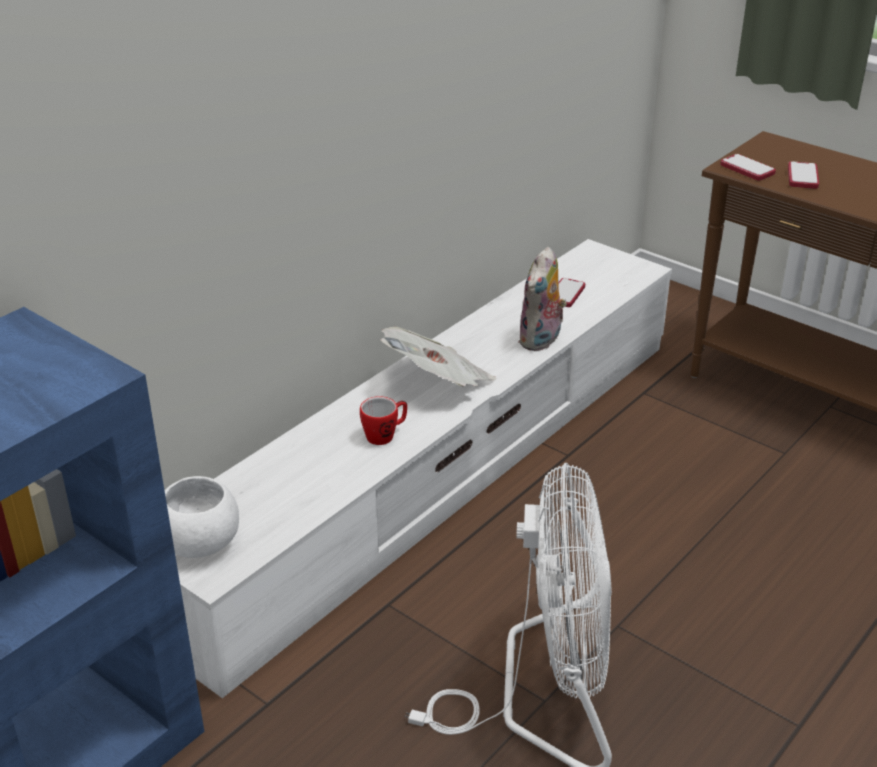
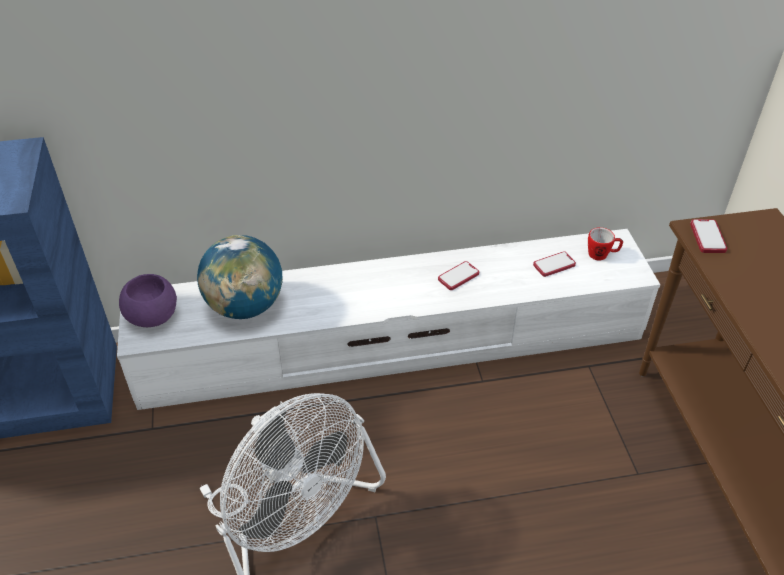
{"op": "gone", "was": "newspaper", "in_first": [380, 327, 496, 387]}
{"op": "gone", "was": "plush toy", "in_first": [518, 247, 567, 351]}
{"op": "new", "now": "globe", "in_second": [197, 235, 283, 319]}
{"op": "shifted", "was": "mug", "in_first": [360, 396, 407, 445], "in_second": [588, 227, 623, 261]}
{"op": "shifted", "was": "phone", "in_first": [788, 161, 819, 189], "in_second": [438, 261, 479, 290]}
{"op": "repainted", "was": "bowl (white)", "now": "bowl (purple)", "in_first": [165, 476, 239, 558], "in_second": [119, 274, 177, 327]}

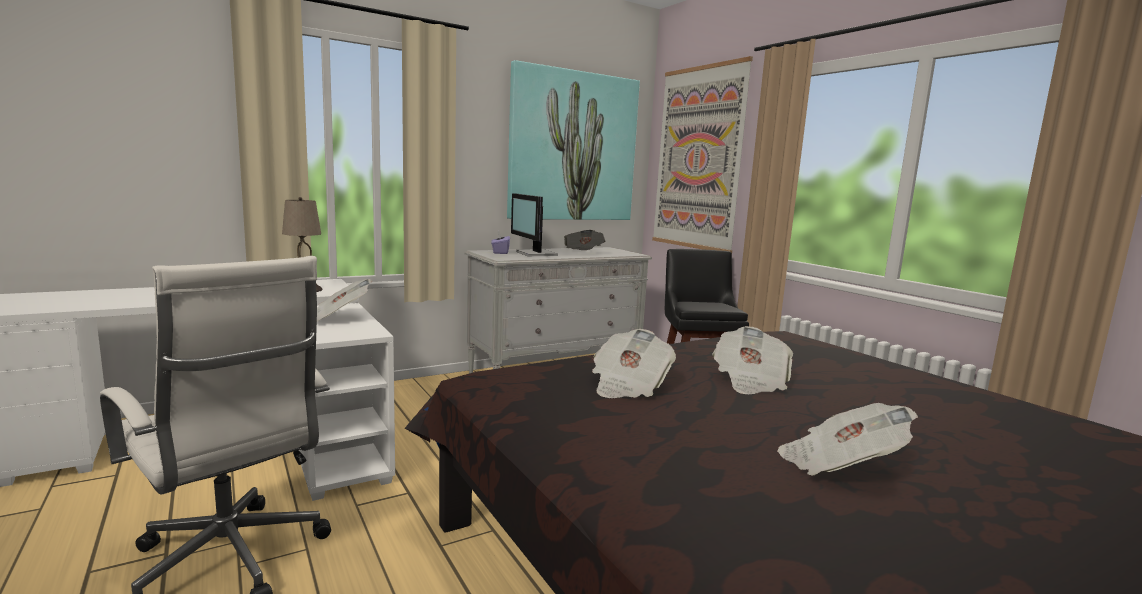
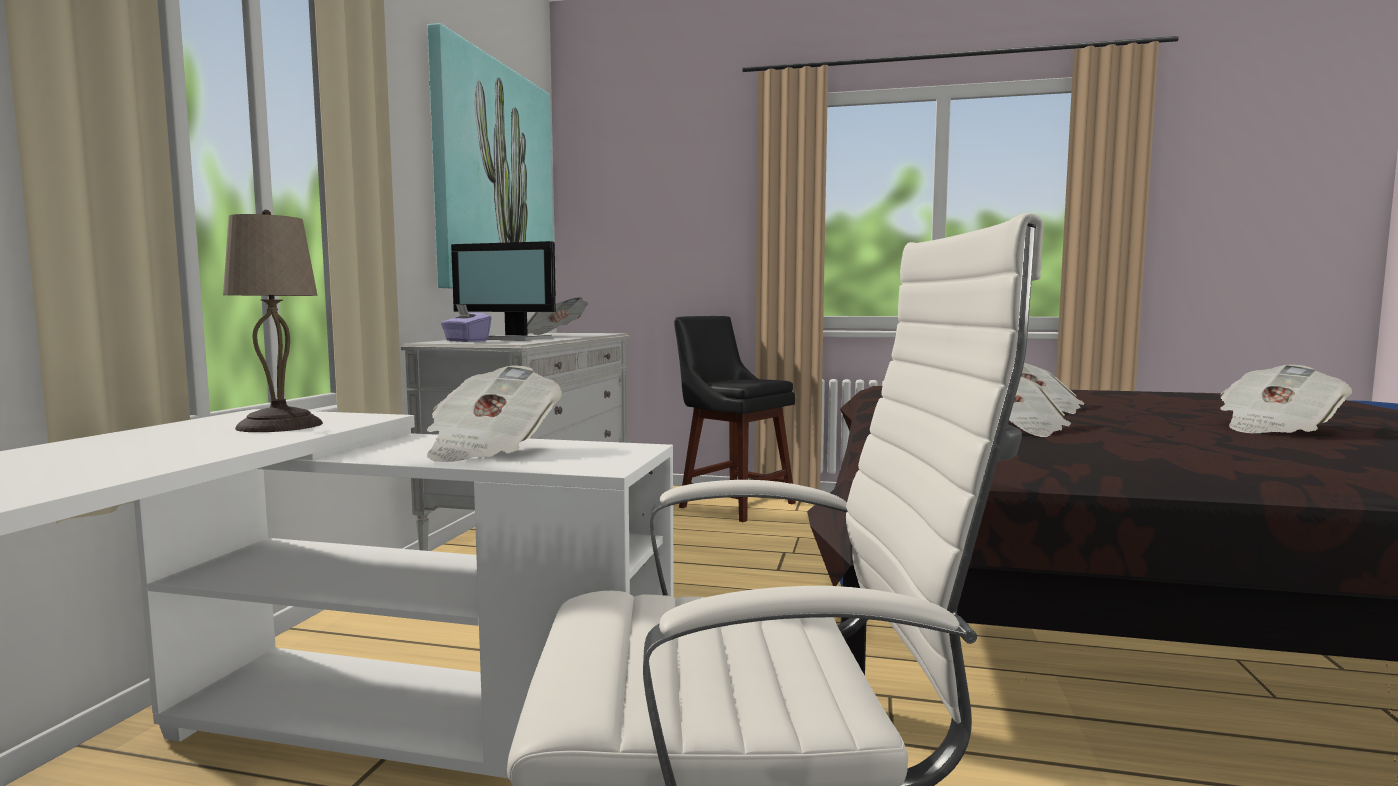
{"op": "gone", "was": "picture", "in_first": [652, 56, 753, 253]}

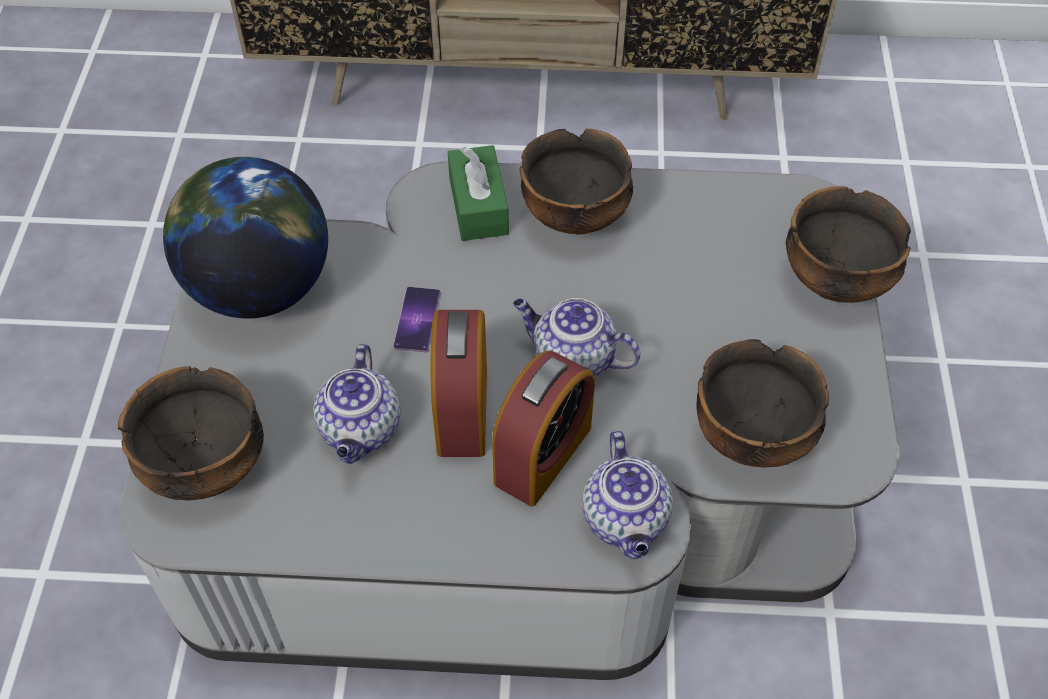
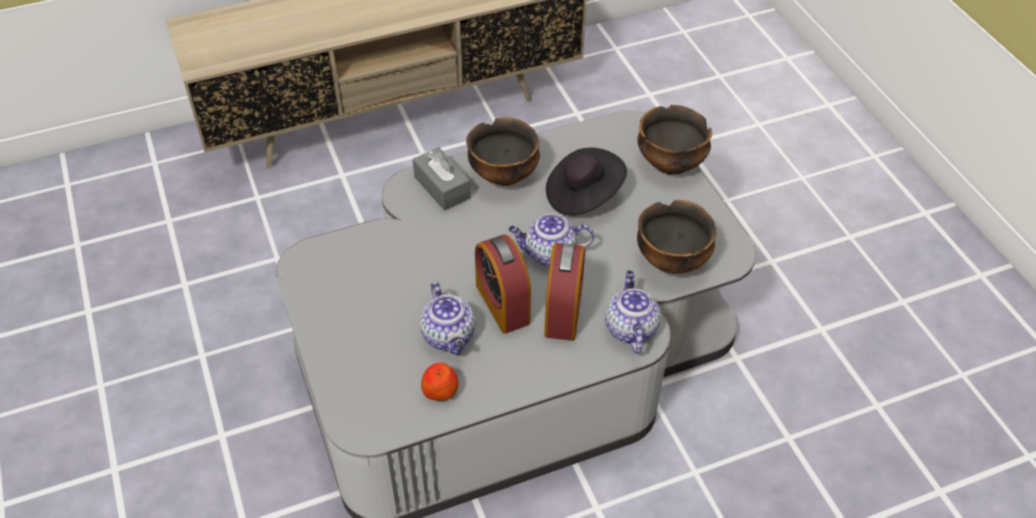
{"op": "gone", "was": "bowl", "in_first": [118, 366, 264, 500]}
{"op": "gone", "was": "globe", "in_first": [163, 157, 328, 319]}
{"op": "gone", "was": "phone", "in_first": [393, 287, 441, 352]}
{"op": "new", "now": "apple", "in_second": [421, 363, 459, 401]}
{"op": "new", "now": "hat (black)", "in_second": [546, 148, 627, 216]}
{"op": "repainted", "was": "tissue box (green)", "now": "tissue box (grey)", "in_first": [448, 145, 509, 241], "in_second": [413, 147, 471, 211]}
{"op": "rotated", "was": "teapot", "in_first": [582, 430, 673, 559], "in_second": [605, 270, 661, 353], "clockwise": -150}

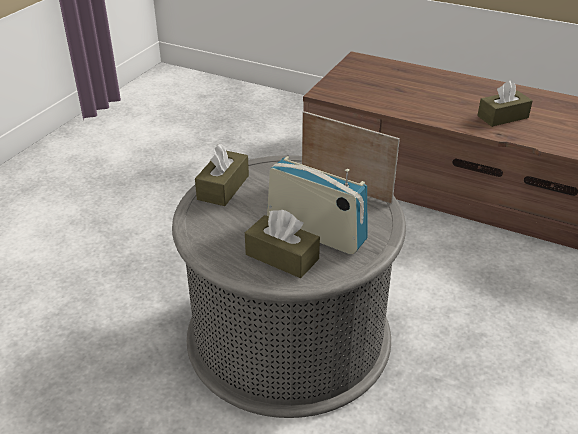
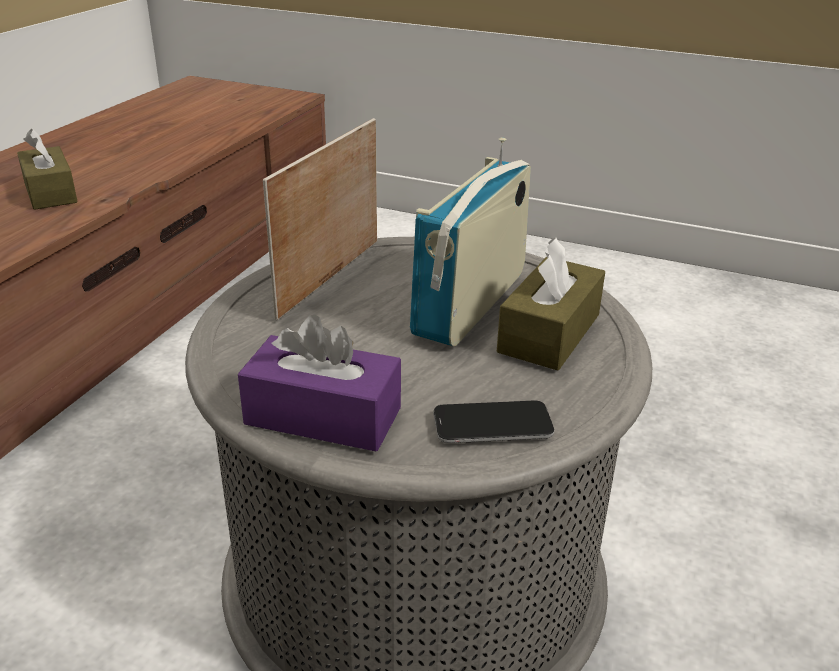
{"op": "new", "now": "phone", "in_second": [433, 401, 554, 443]}
{"op": "repainted", "was": "tissue box (brown)", "now": "tissue box (purple)", "in_first": [195, 144, 249, 206], "in_second": [238, 315, 401, 452]}

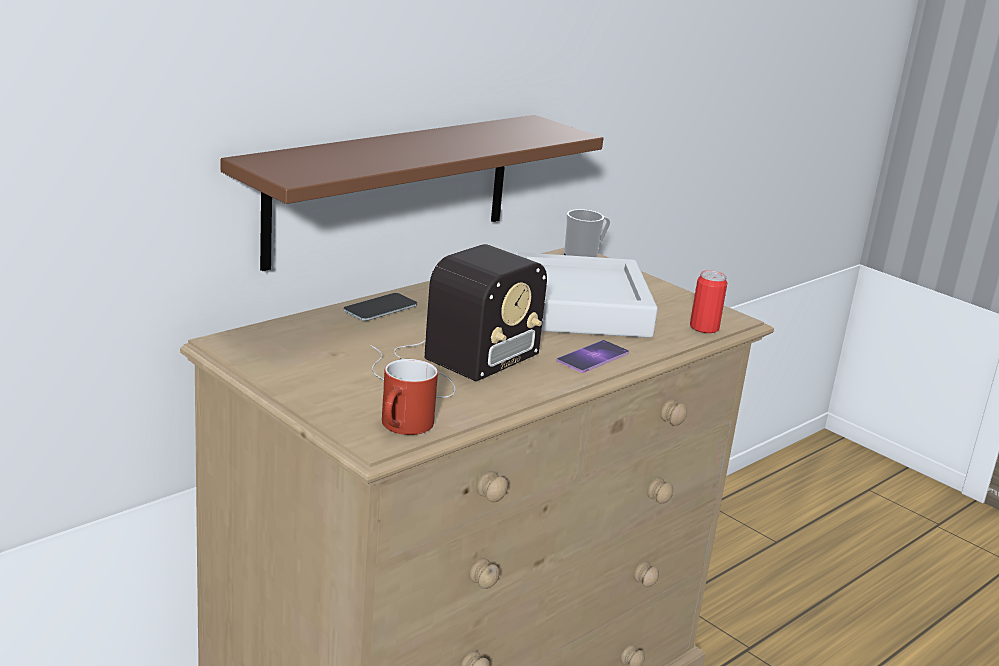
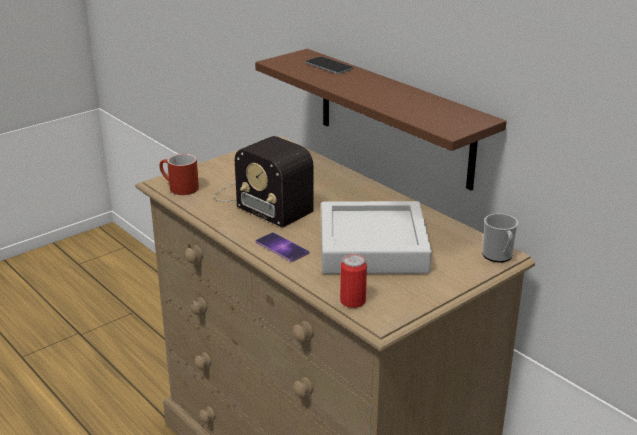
{"op": "shifted", "was": "phone", "in_first": [344, 293, 417, 321], "in_second": [306, 57, 353, 74]}

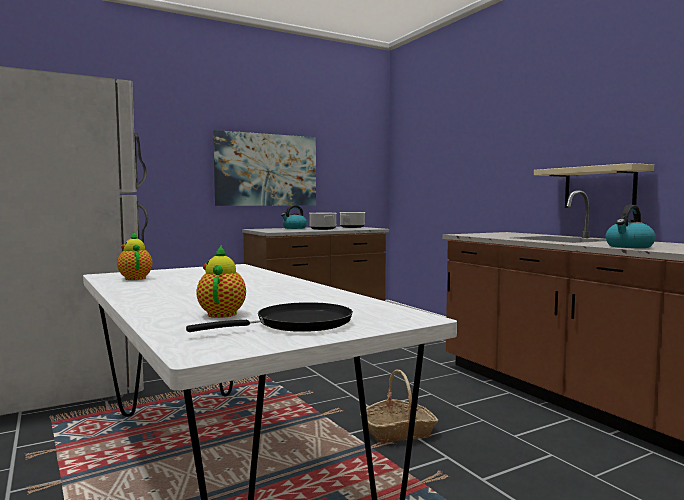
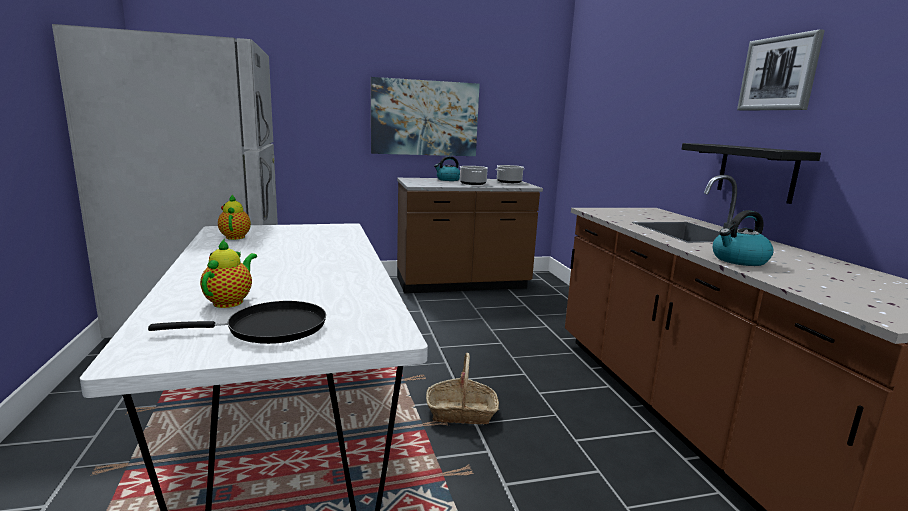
{"op": "new", "now": "picture", "in_second": [737, 29, 825, 111]}
{"op": "repainted", "was": "shelf (beige)", "now": "shelf (black)", "in_first": [534, 163, 654, 207], "in_second": [682, 143, 821, 204]}

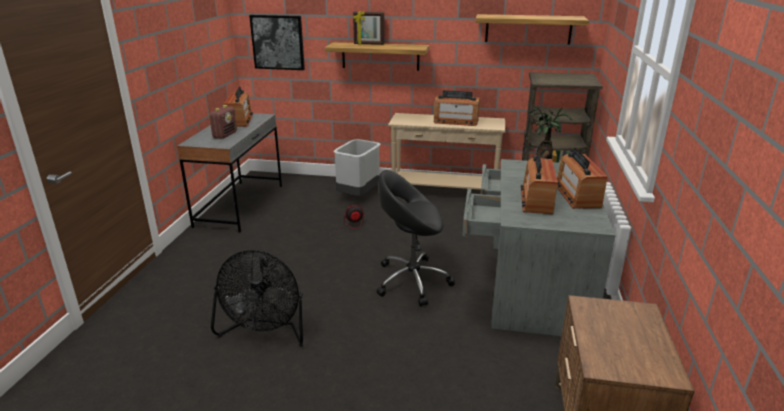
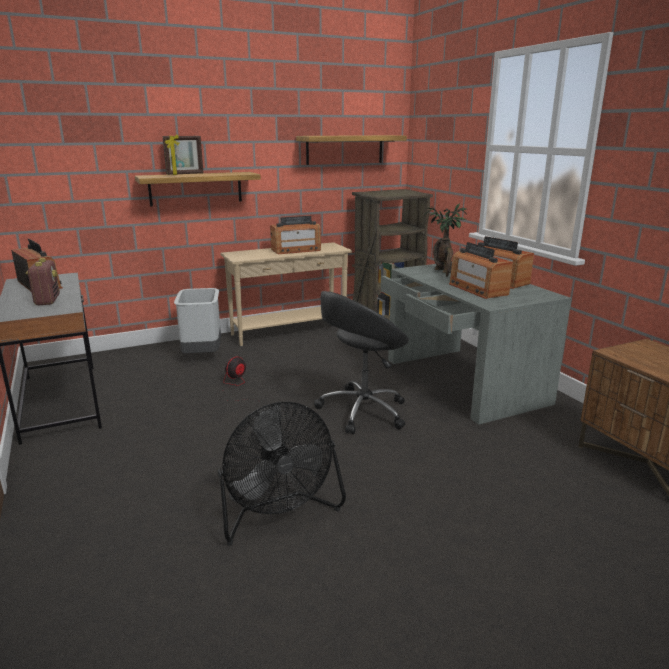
{"op": "gone", "was": "picture", "in_first": [249, 15, 305, 70]}

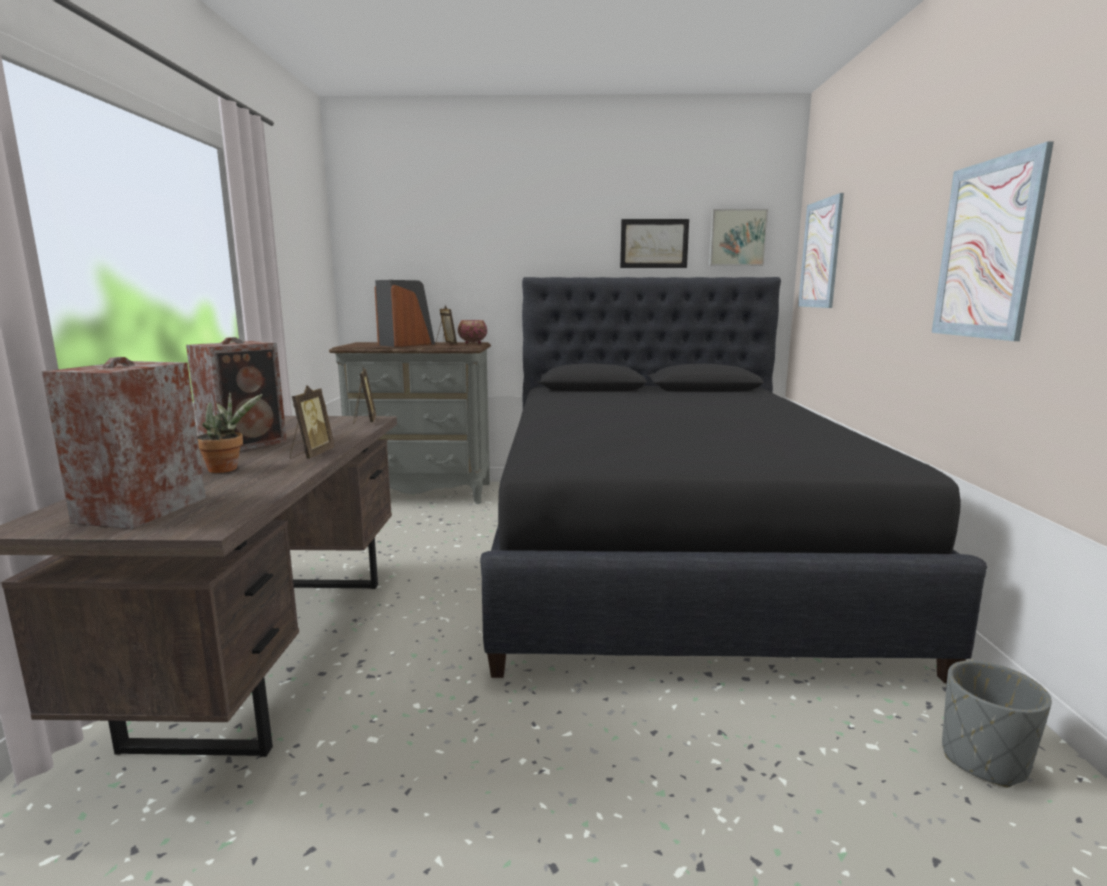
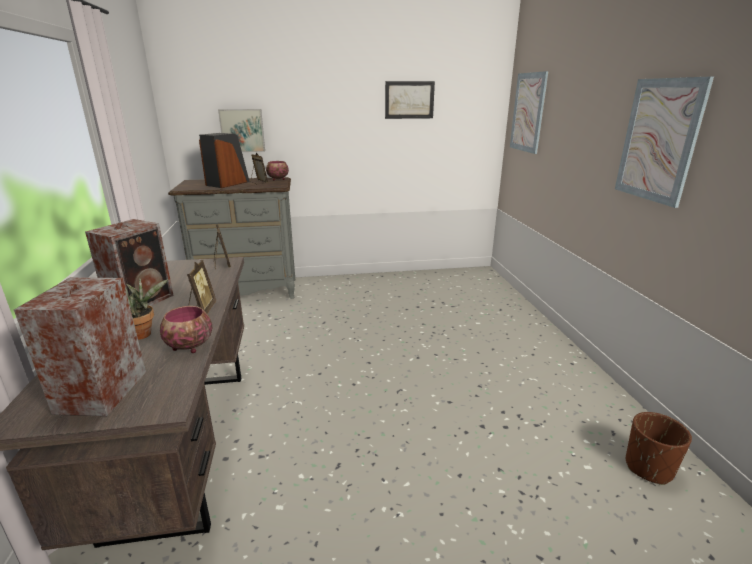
{"op": "gone", "was": "bed (black)", "in_first": [480, 277, 987, 683]}
{"op": "new", "now": "bowl", "in_second": [160, 306, 213, 353]}
{"op": "shifted", "was": "picture", "in_first": [709, 209, 768, 266], "in_second": [218, 109, 265, 152]}
{"op": "repainted", "was": "planter (grey)", "now": "planter (brown)", "in_first": [942, 660, 1052, 787], "in_second": [626, 412, 692, 485]}

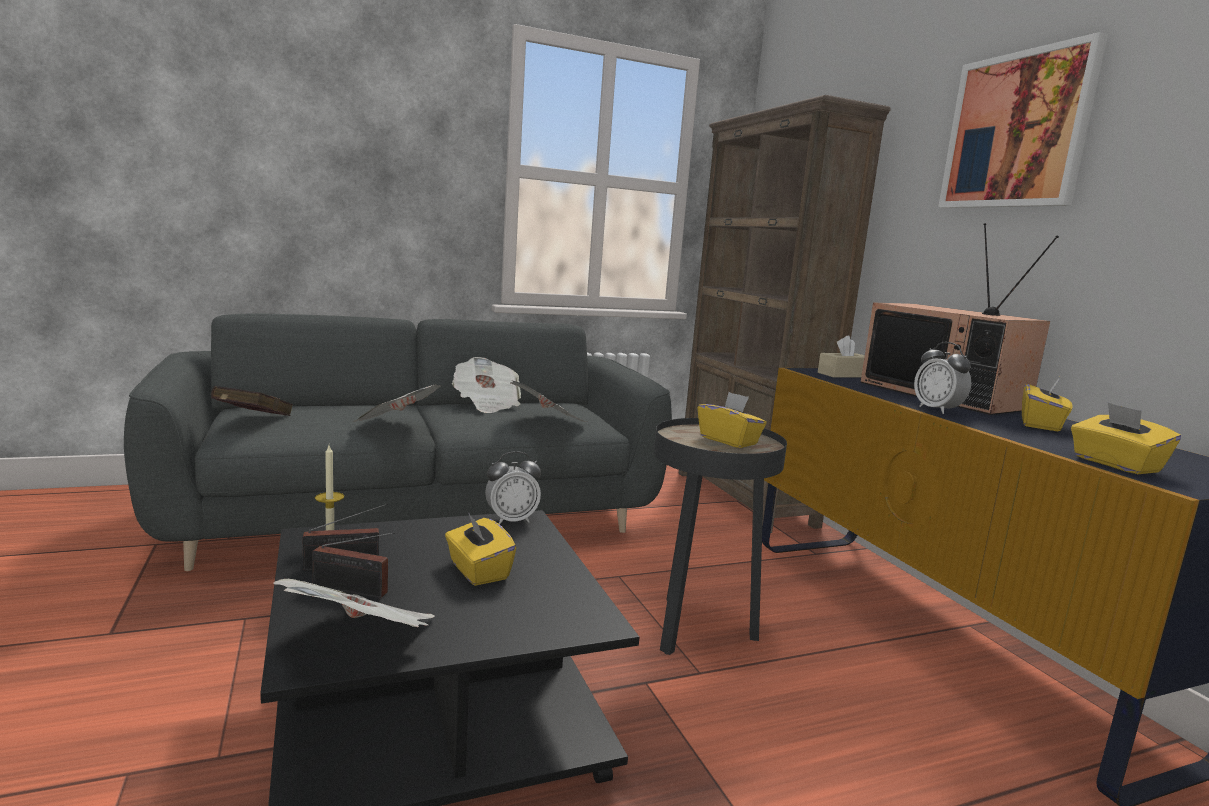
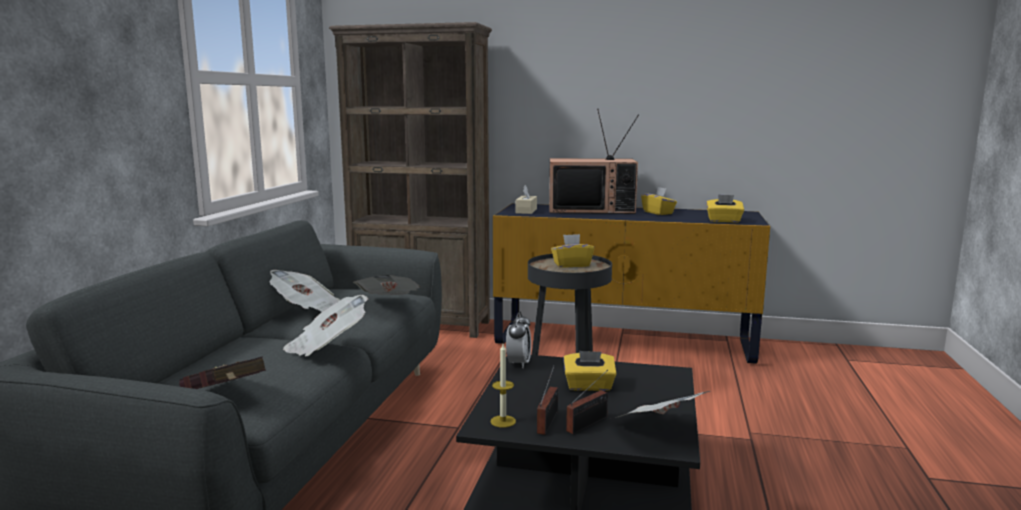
{"op": "gone", "was": "alarm clock", "in_first": [914, 342, 972, 414]}
{"op": "gone", "was": "picture", "in_first": [938, 32, 1108, 208]}

